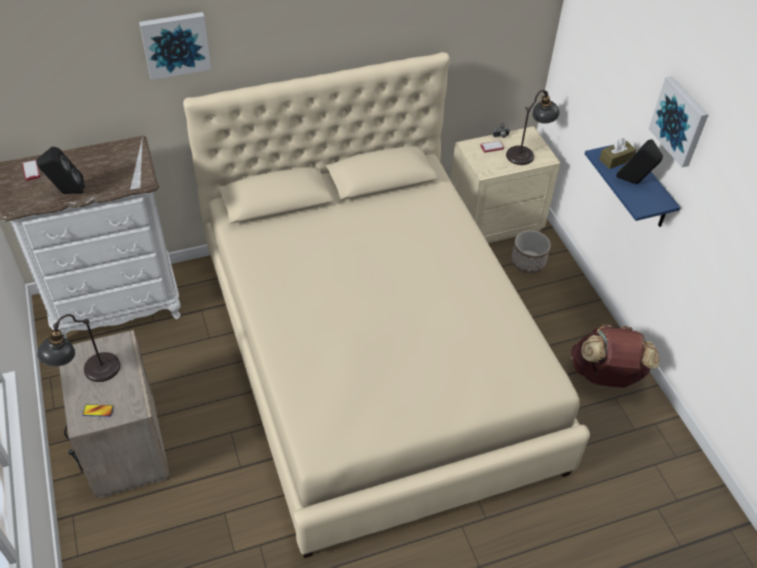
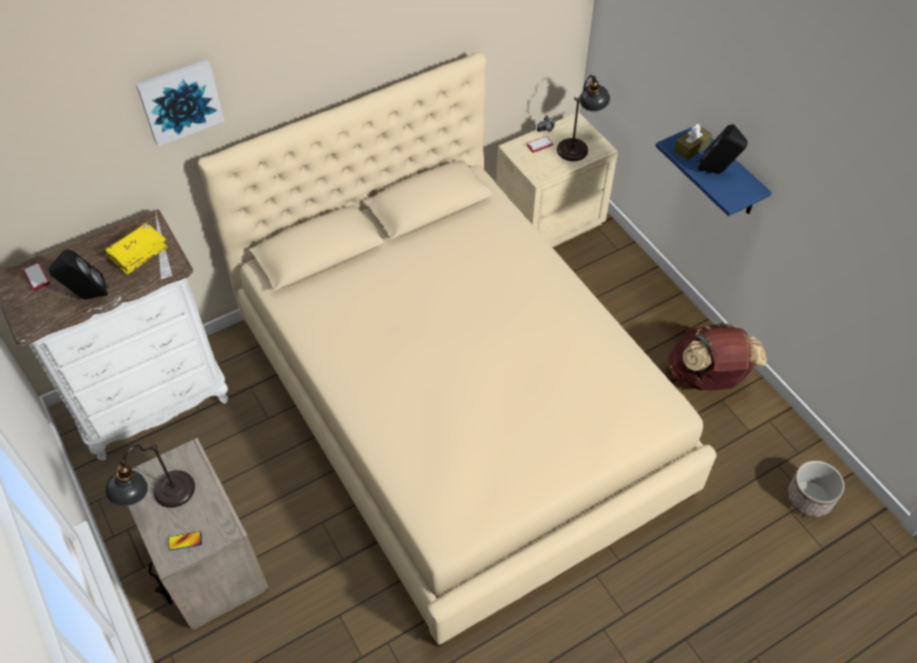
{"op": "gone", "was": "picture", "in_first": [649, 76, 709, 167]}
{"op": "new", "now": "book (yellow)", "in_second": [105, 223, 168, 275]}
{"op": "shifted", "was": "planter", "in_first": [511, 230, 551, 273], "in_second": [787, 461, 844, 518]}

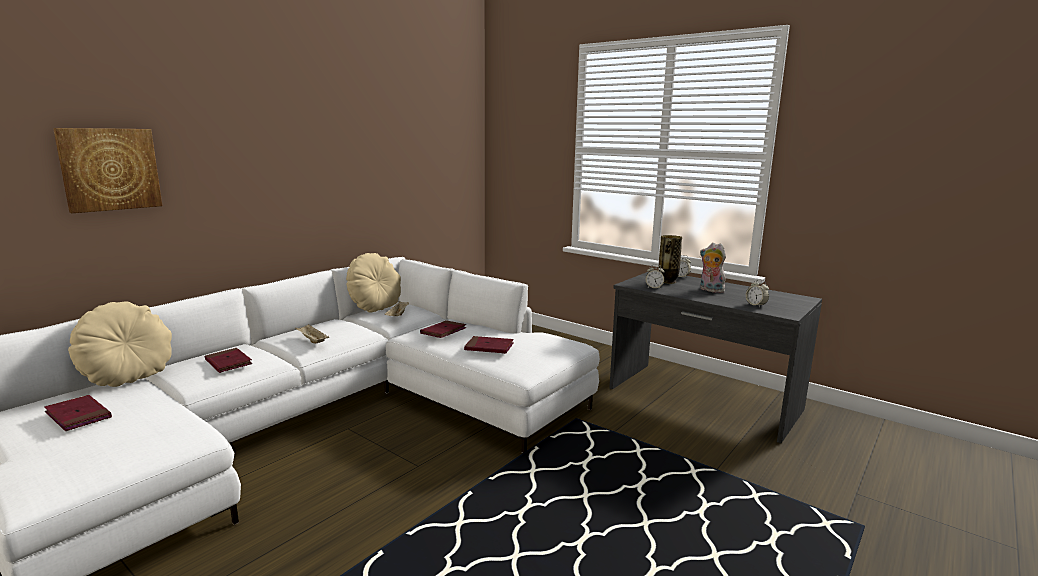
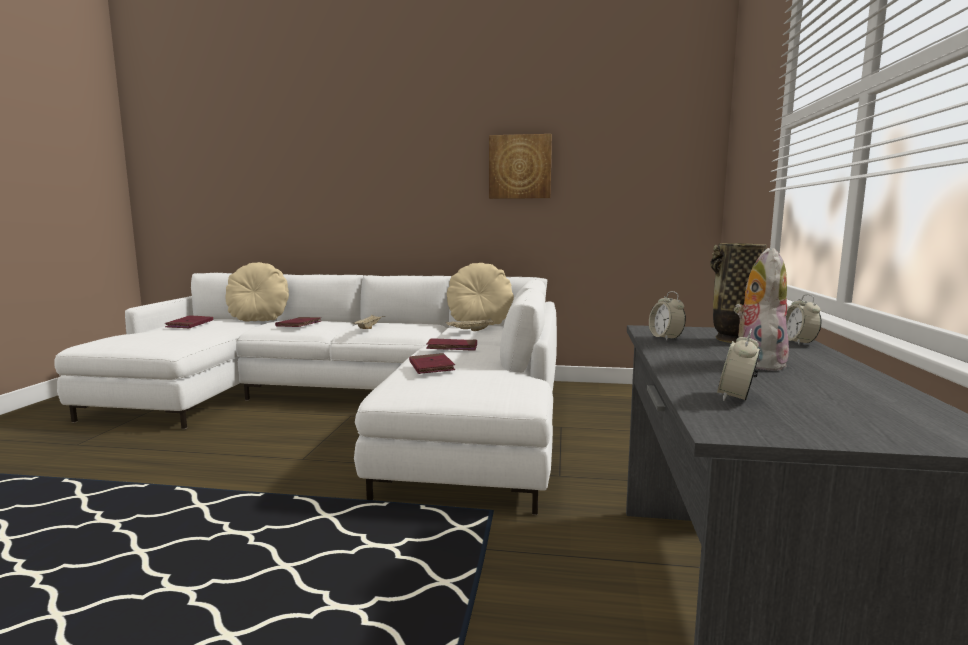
{"op": "shifted", "was": "picture", "in_first": [53, 128, 162, 213], "in_second": [489, 134, 552, 199]}

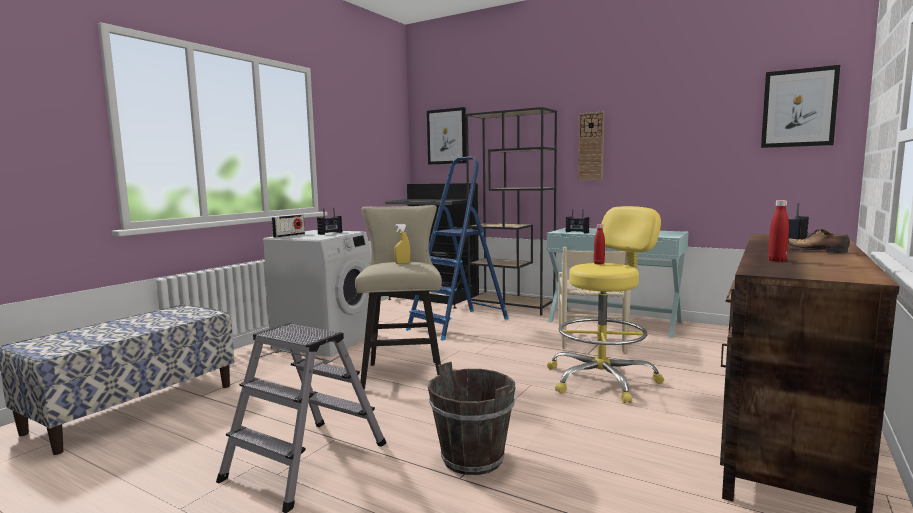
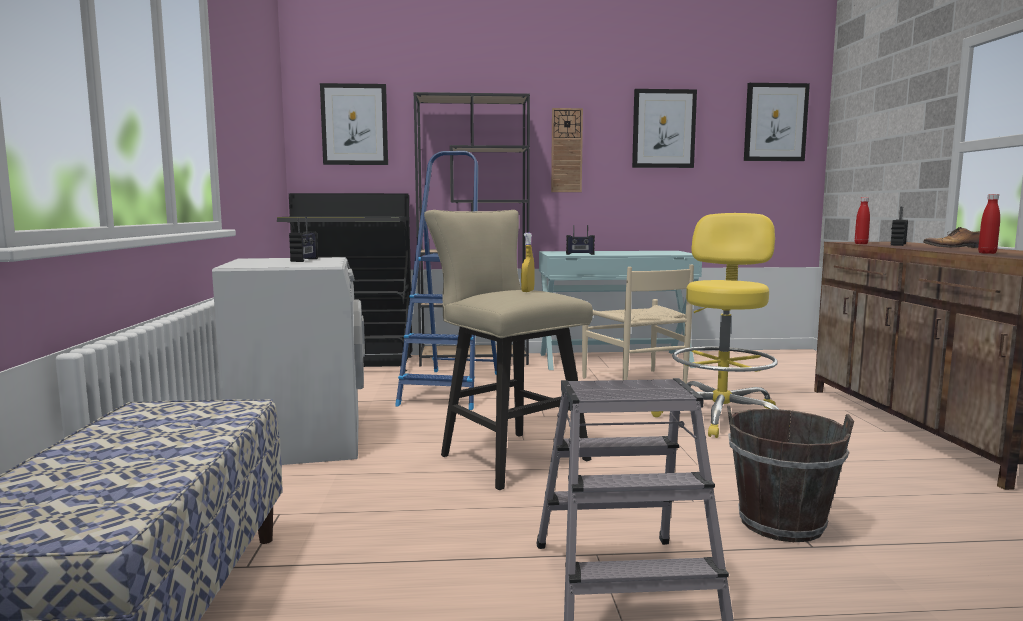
{"op": "gone", "was": "radio", "in_first": [272, 215, 305, 238]}
{"op": "new", "now": "picture", "in_second": [632, 89, 697, 168]}
{"op": "shifted", "was": "bottle (red)", "in_first": [594, 224, 605, 265], "in_second": [855, 197, 870, 244]}

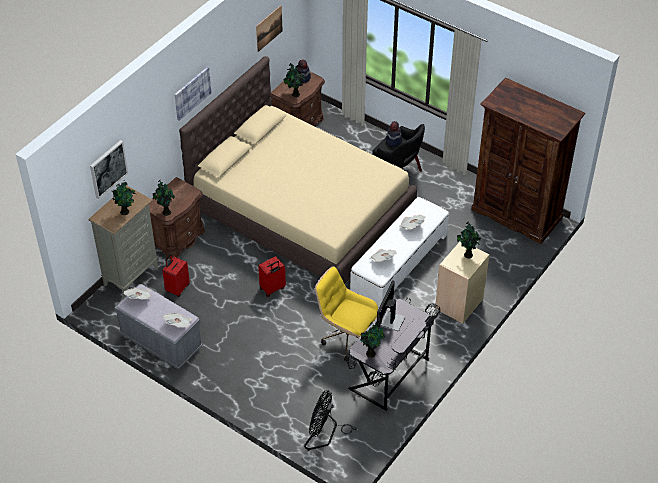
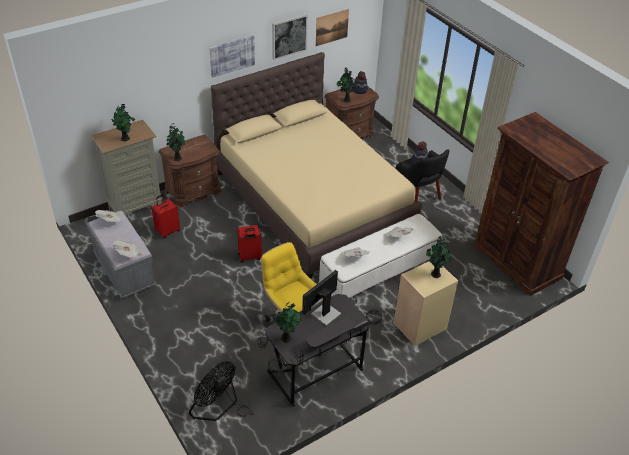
{"op": "shifted", "was": "picture", "in_first": [90, 140, 128, 199], "in_second": [272, 14, 308, 60]}

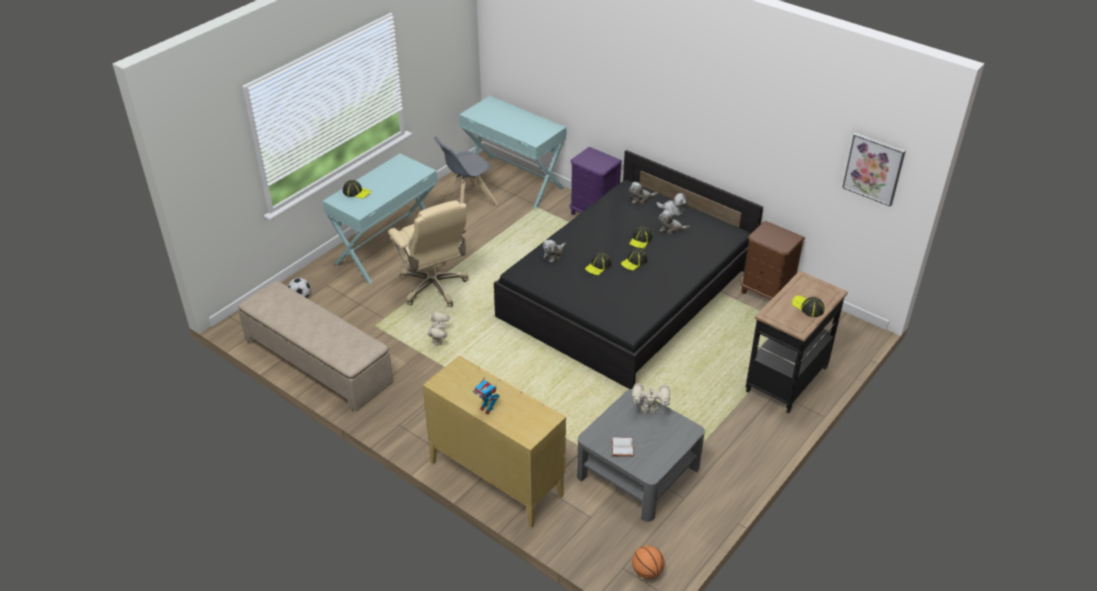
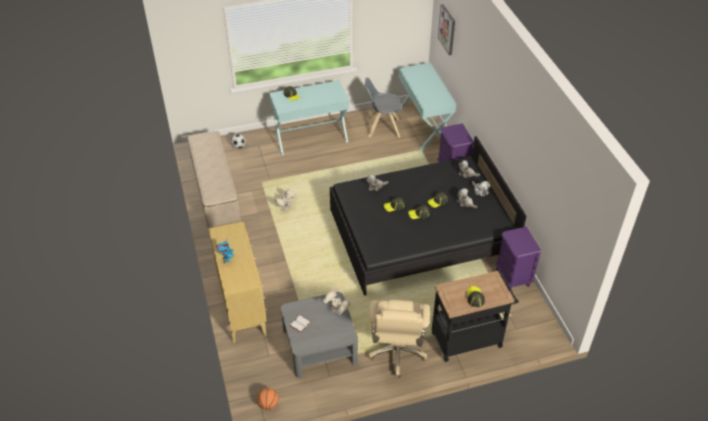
{"op": "shifted", "was": "office chair (beige)", "in_first": [388, 200, 469, 307], "in_second": [368, 300, 430, 378]}
{"op": "shifted", "was": "picture", "in_first": [842, 133, 906, 206], "in_second": [438, 4, 455, 55]}
{"op": "repainted", "was": "nightstand (brown)", "now": "nightstand (purple)", "in_first": [740, 221, 805, 300], "in_second": [496, 226, 541, 291]}

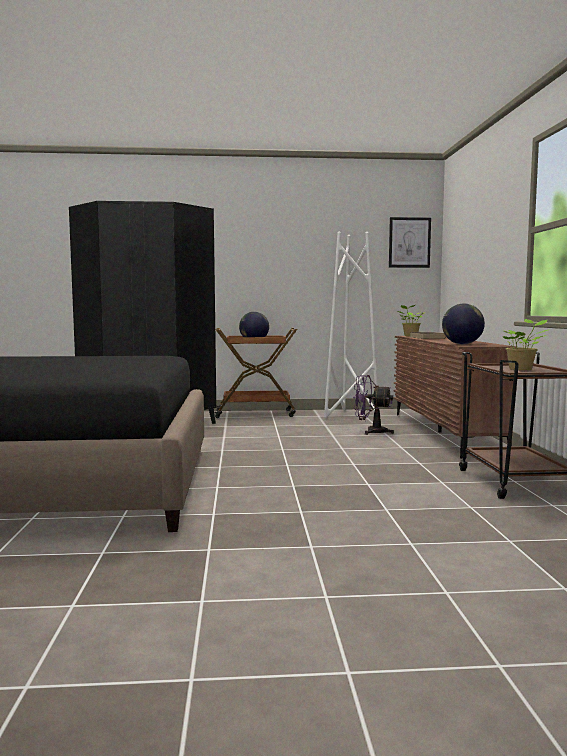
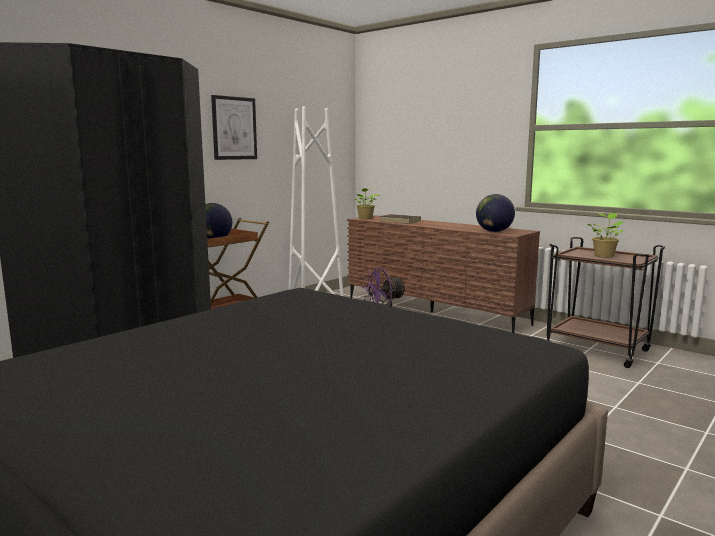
{"op": "shifted", "was": "picture", "in_first": [389, 217, 431, 268], "in_second": [211, 95, 257, 160]}

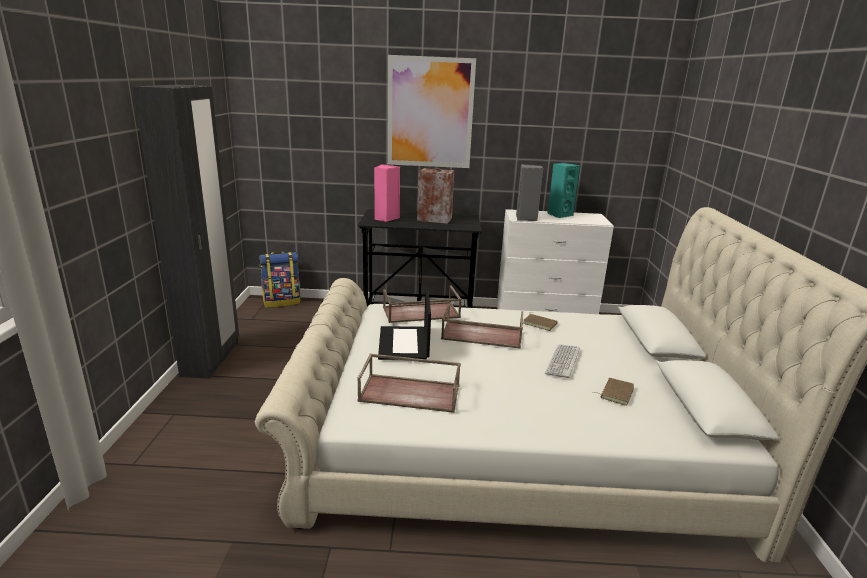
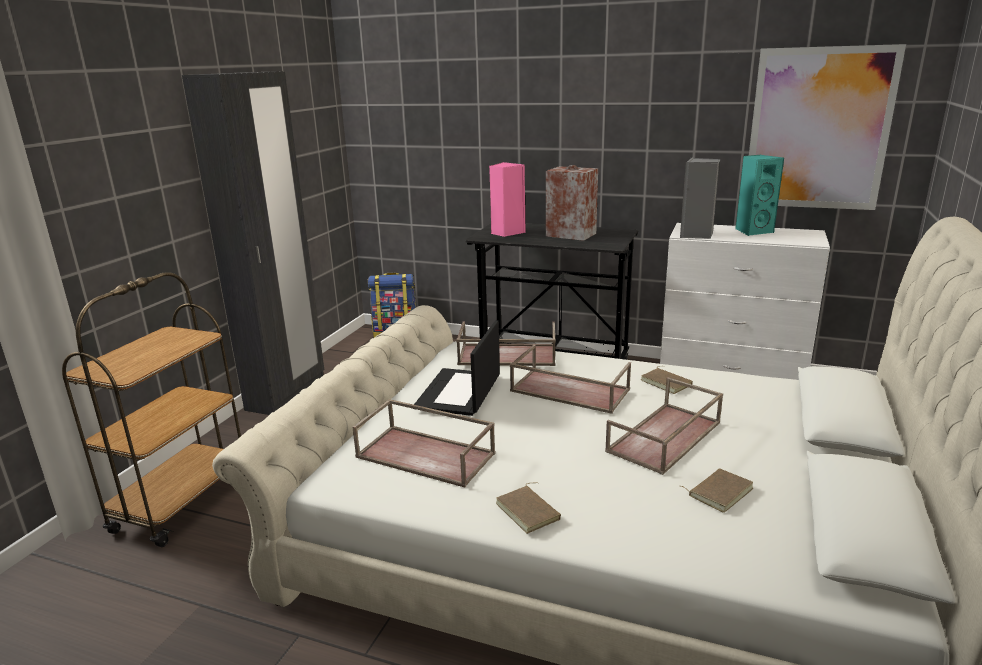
{"op": "new", "now": "cart (brown)", "in_second": [62, 272, 241, 547]}
{"op": "new", "now": "book (brown)", "in_second": [496, 482, 561, 534]}
{"op": "shifted", "was": "picture", "in_first": [387, 55, 476, 168], "in_second": [749, 44, 906, 210]}
{"op": "swapped", "was": "keyboard", "now": "tray (brown)", "in_first": [545, 345, 580, 378], "in_second": [605, 377, 723, 475]}

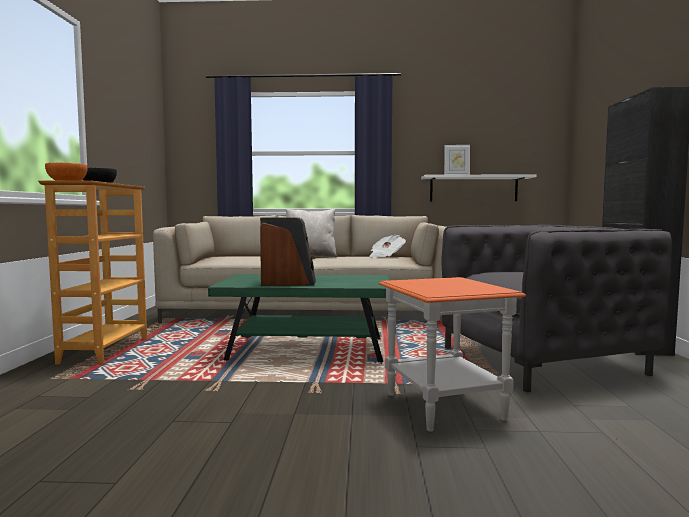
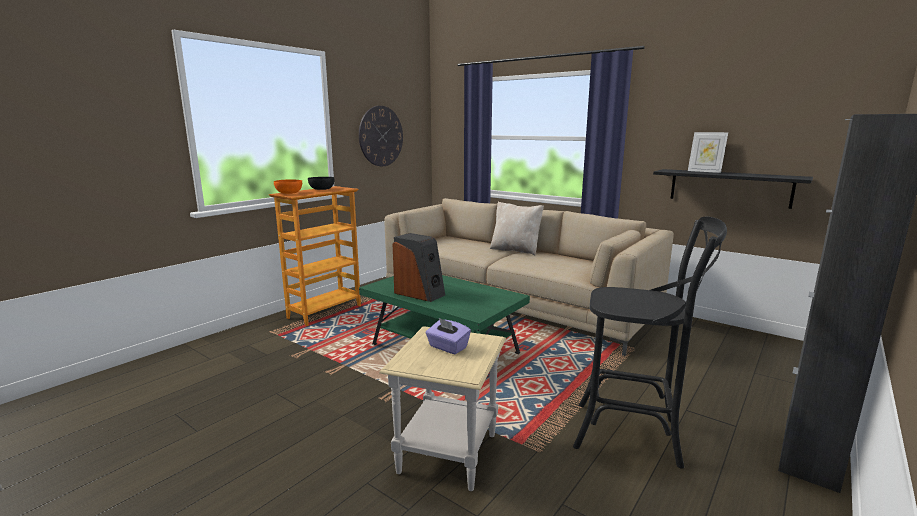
{"op": "gone", "was": "newspaper", "in_first": [370, 235, 406, 258]}
{"op": "new", "now": "wall clock", "in_second": [359, 106, 403, 166]}
{"op": "new", "now": "tissue box (purple)", "in_second": [426, 318, 471, 354]}
{"op": "swapped", "was": "armchair (grey)", "now": "stool (black)", "in_first": [442, 225, 672, 393], "in_second": [573, 217, 727, 469]}
{"op": "repainted", "was": "side table (orange)", "now": "side table (beige)", "in_first": [379, 277, 526, 432], "in_second": [379, 326, 506, 491]}
{"op": "repainted", "was": "shelf (white)", "now": "shelf (black)", "in_first": [421, 174, 537, 201], "in_second": [653, 169, 813, 209]}

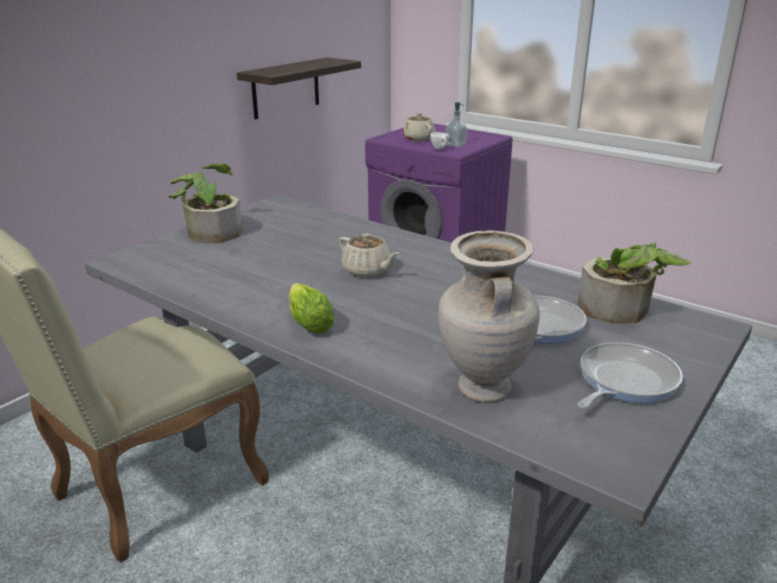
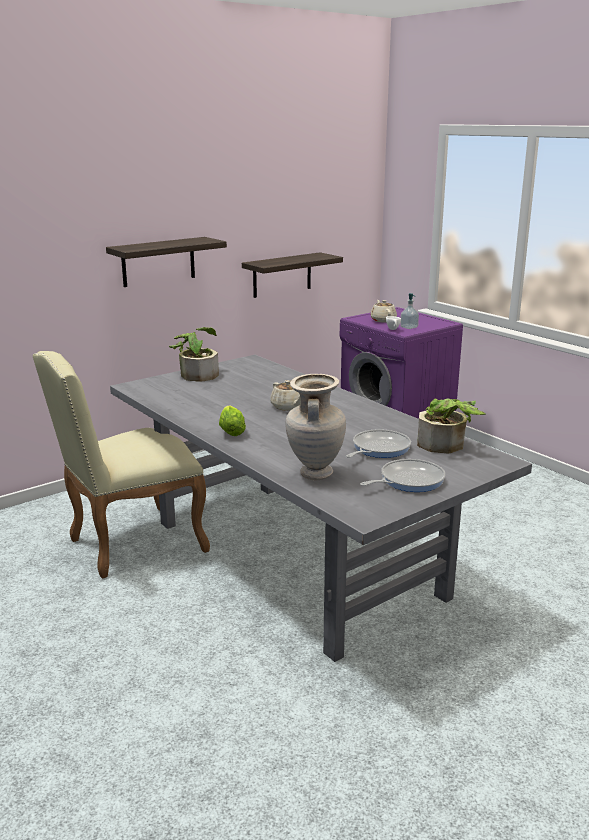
{"op": "new", "now": "shelf", "in_second": [106, 237, 227, 287]}

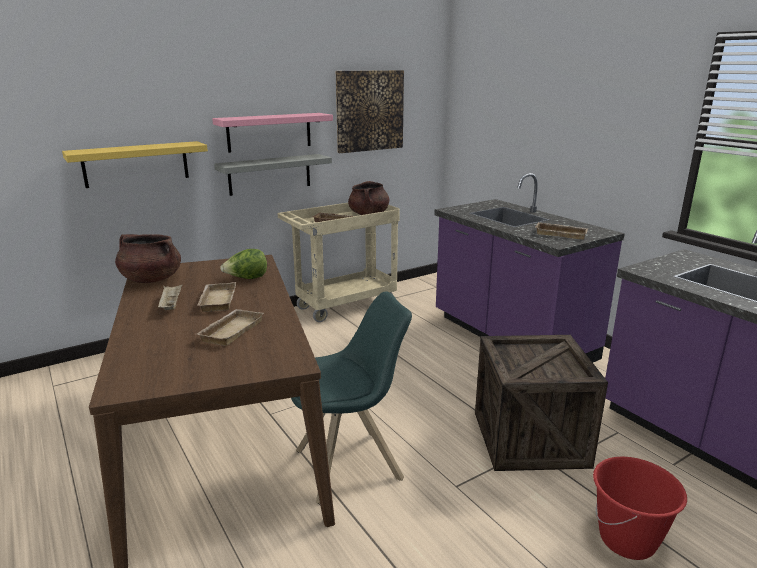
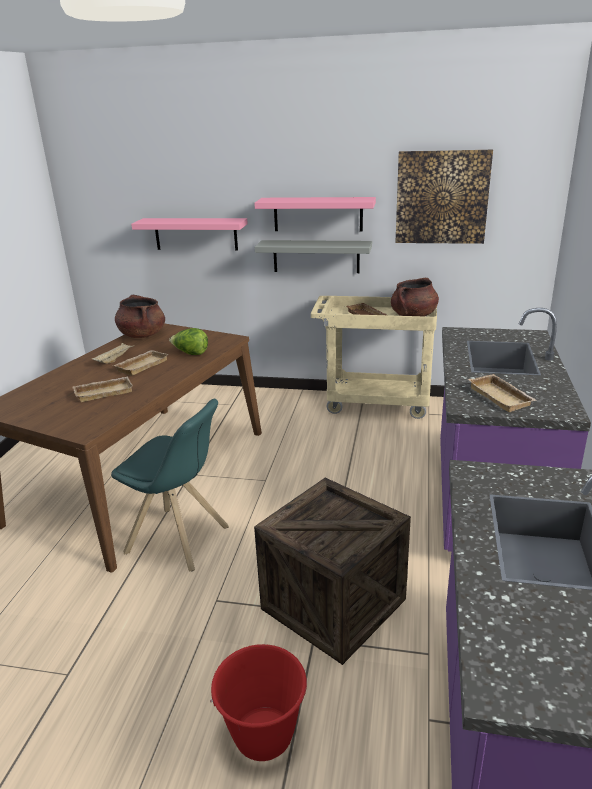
{"op": "repainted", "was": "shelf (yellow)", "now": "shelf (pink)", "in_first": [62, 141, 208, 188], "in_second": [131, 218, 248, 251]}

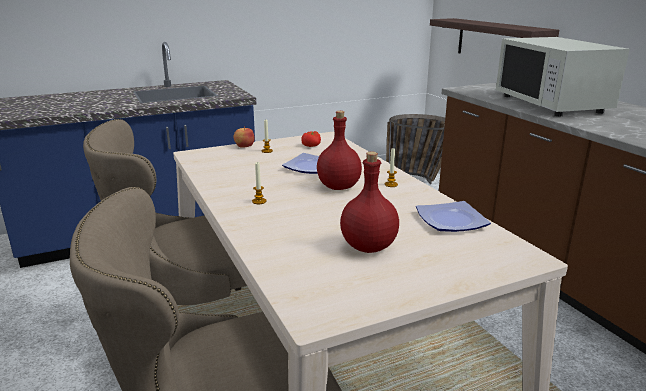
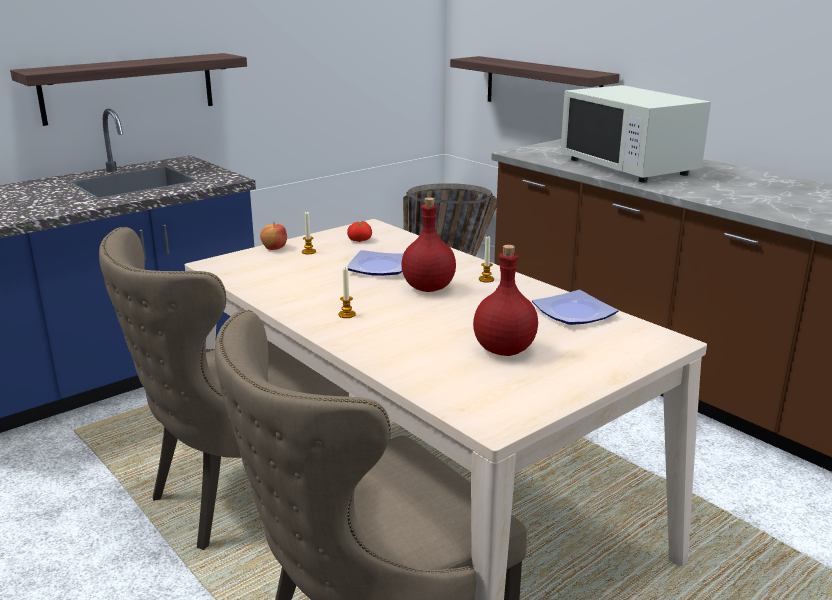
{"op": "new", "now": "shelf", "in_second": [10, 53, 247, 126]}

